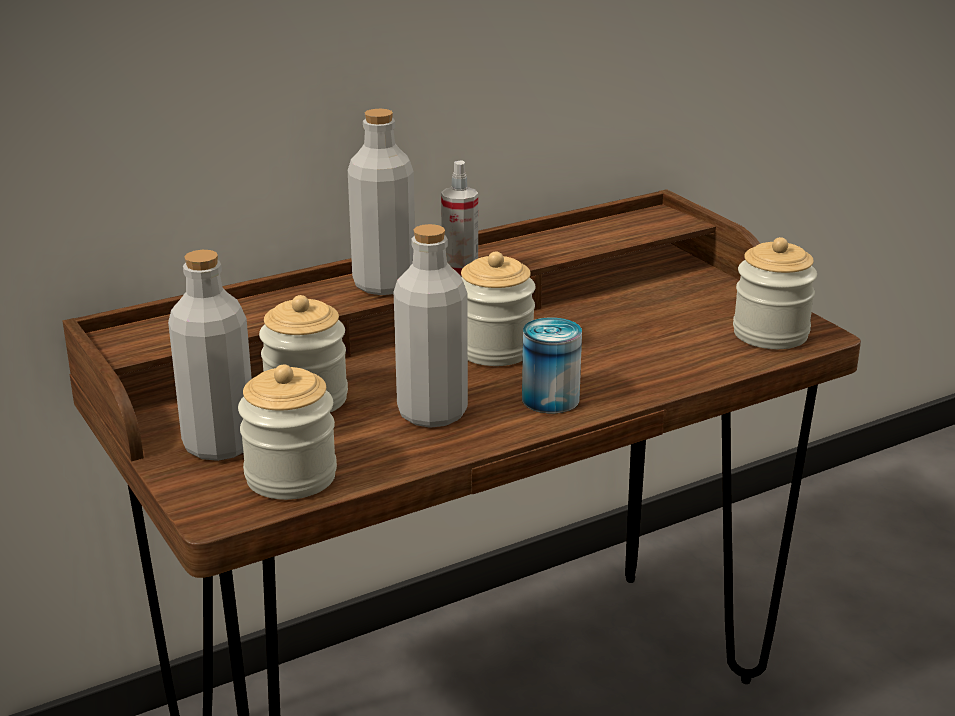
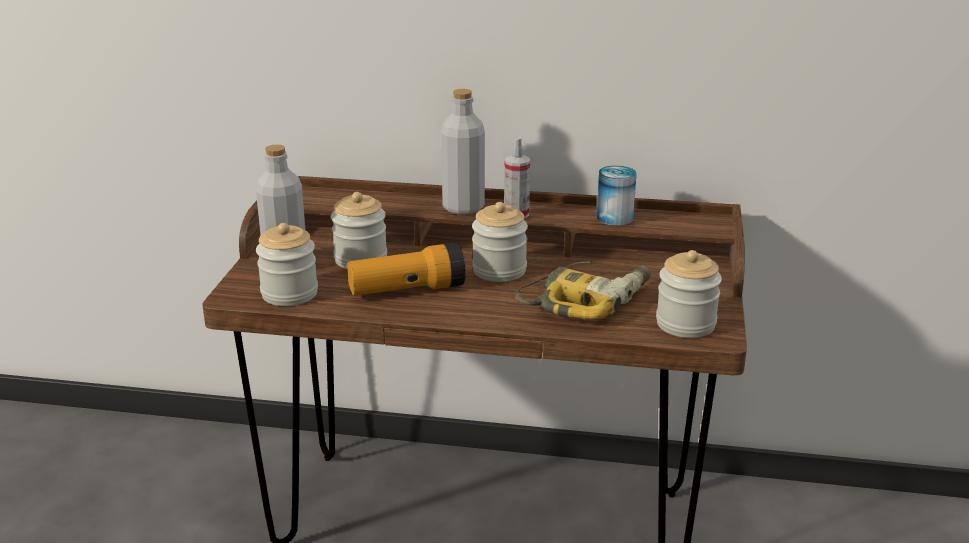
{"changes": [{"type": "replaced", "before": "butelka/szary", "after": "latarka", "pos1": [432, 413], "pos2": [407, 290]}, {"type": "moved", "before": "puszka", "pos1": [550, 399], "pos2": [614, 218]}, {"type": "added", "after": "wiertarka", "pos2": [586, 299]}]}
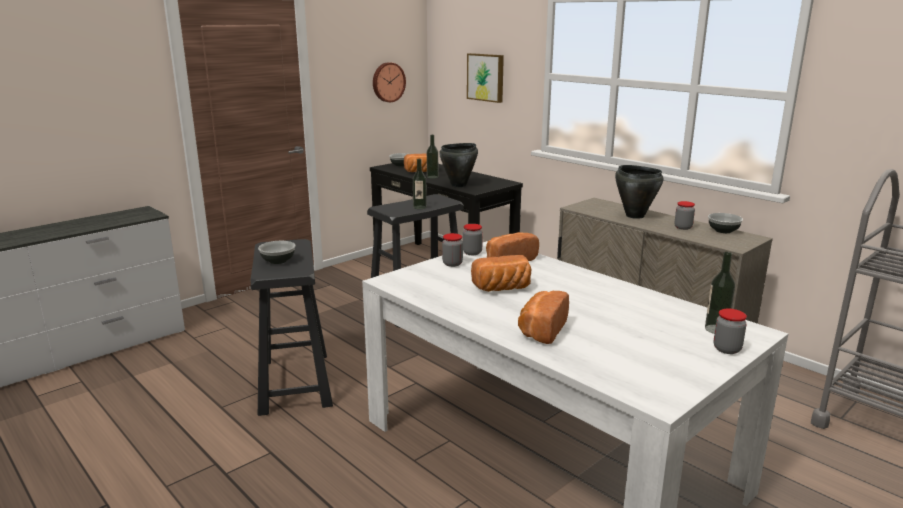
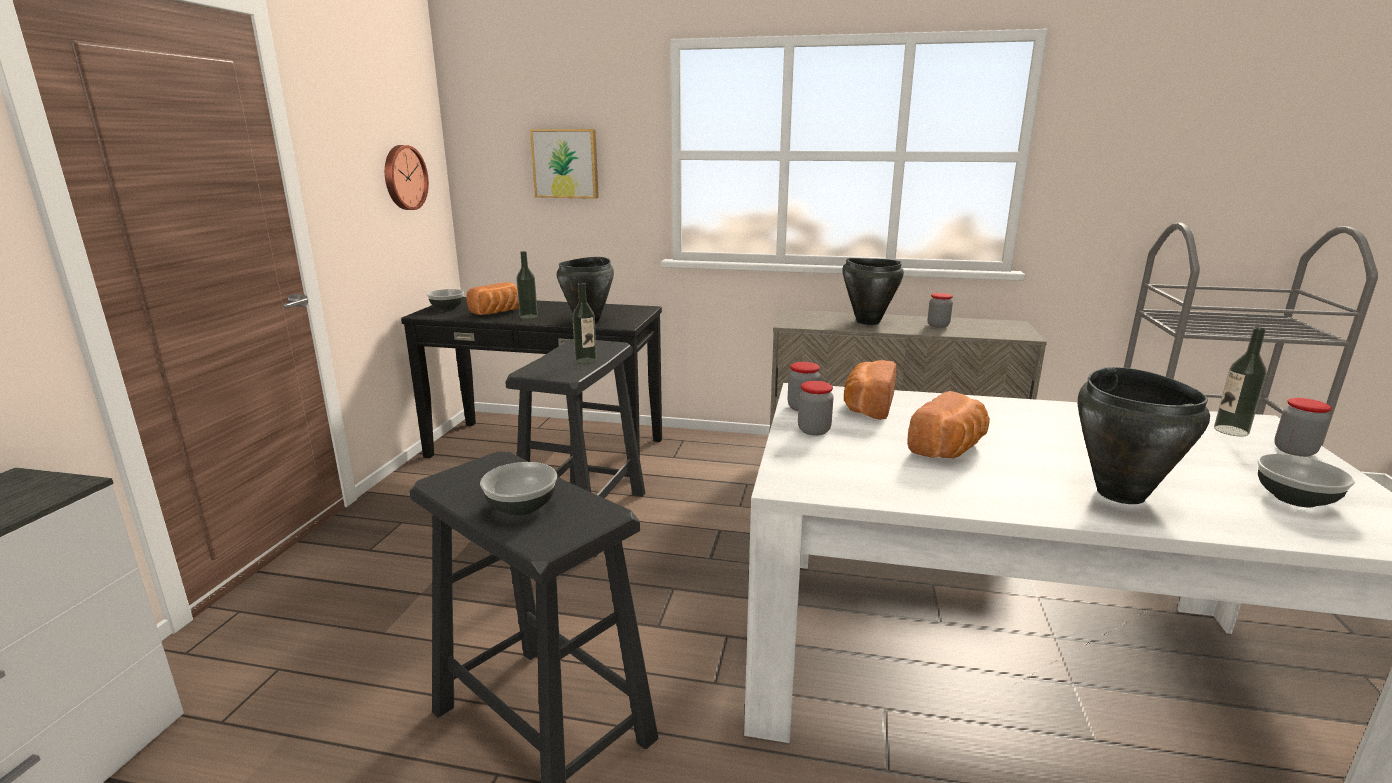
{"changes": [{"type": "moved", "before": "miska", "pos1": [722, 231], "pos2": [1294, 499]}, {"type": "replaced", "before": "chleb", "after": "garnek/czarny", "pos1": [541, 330], "pos2": [1121, 493]}]}
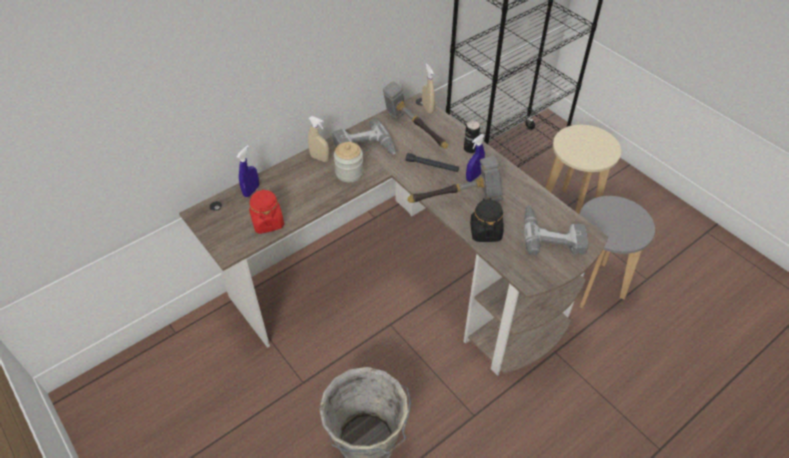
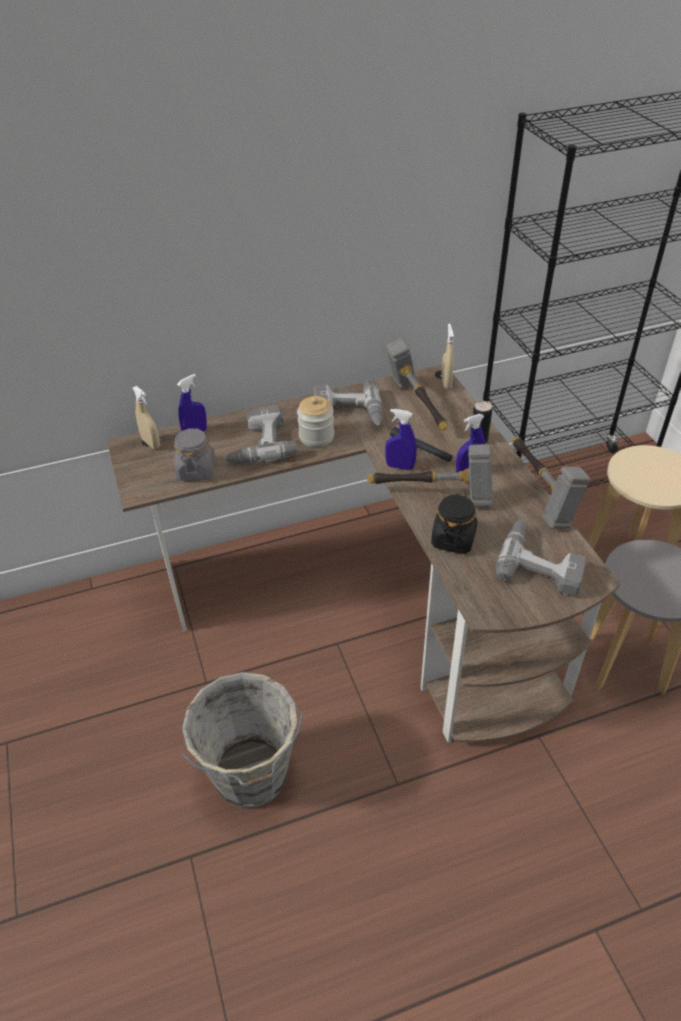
{"changes": [{"type": "moved", "before": "spryskiwacz/beżowy", "pos1": [320, 158], "pos2": [151, 443]}, {"type": "recoloured", "before": "słoik/czerwony", "after": "słoik/szary", "pos1": [267, 222], "pos2": [196, 470]}, {"type": "added", "after": "wiertarka", "pos2": [257, 444]}, {"type": "added", "after": "spryskiwacz/niebieski", "pos2": [400, 467]}, {"type": "added", "after": "młotek", "pos2": [540, 492]}]}
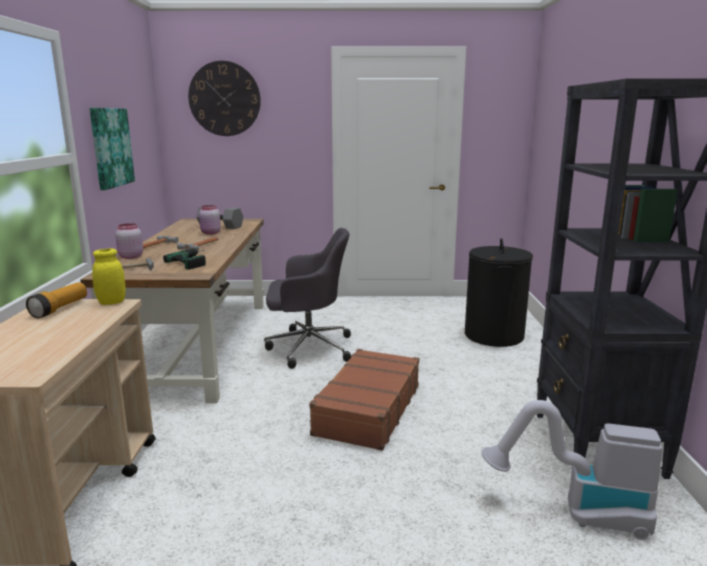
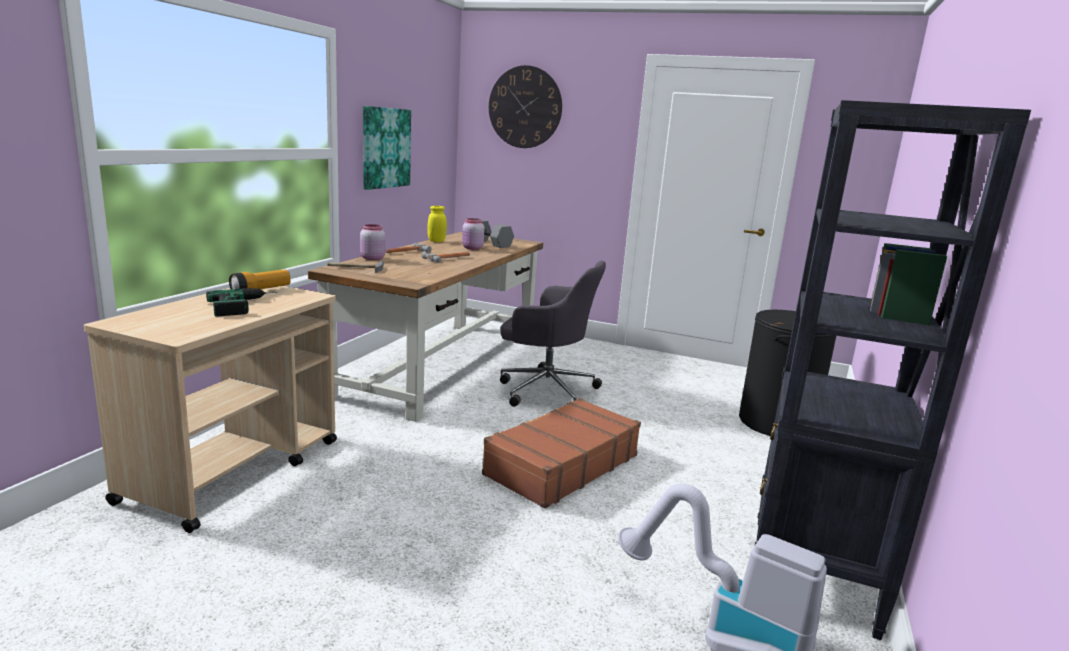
{"changes": [{"type": "moved", "before": "słoik/żółty", "pos1": [111, 302], "pos2": [436, 241]}, {"type": "moved", "before": "wiertarka", "pos1": [195, 261], "pos2": [246, 306]}]}
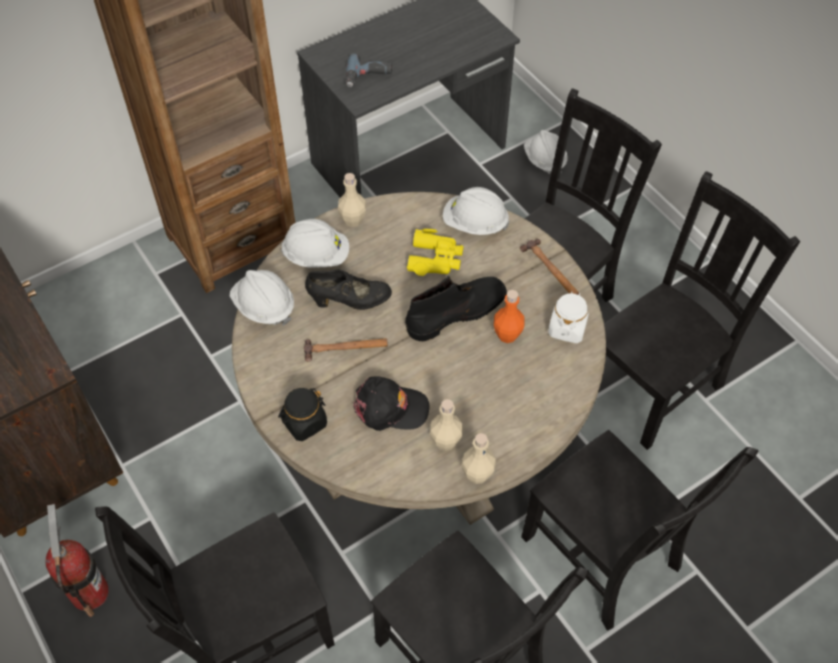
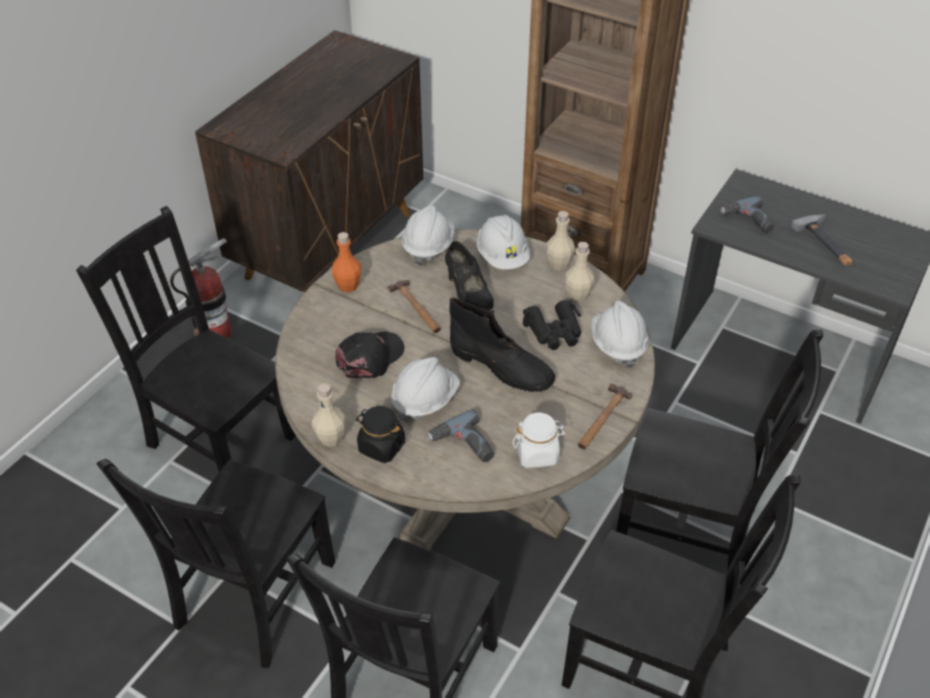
{"changes": [{"type": "moved", "before": "kask/biały", "pos1": [544, 160], "pos2": [425, 400]}, {"type": "recoloured", "before": "lornetka/żółty", "after": "lornetka/czarny", "pos1": [435, 259], "pos2": [554, 332]}, {"type": "moved", "before": "butelka/pomarańczowy", "pos1": [507, 335], "pos2": [348, 286]}, {"type": "turned", "before": "czapka z daszkiem/czarny", "pos1": [390, 408], "pos2": [370, 358], "turn": -120}, {"type": "moved", "before": "słoik/czarny", "pos1": [304, 423], "pos2": [381, 447]}, {"type": "moved", "before": "butelka/beżowy", "pos1": [445, 441], "pos2": [577, 295]}, {"type": "added", "after": "młotek", "pos2": [827, 243]}, {"type": "added", "after": "wiertarka", "pos2": [462, 446]}]}
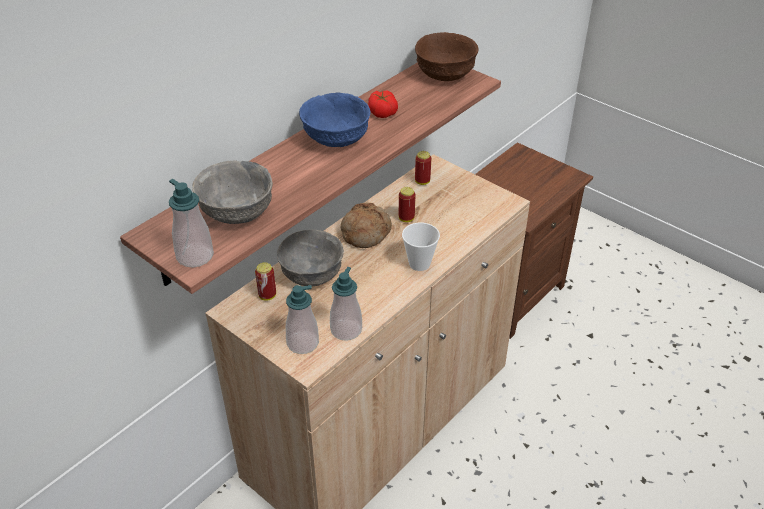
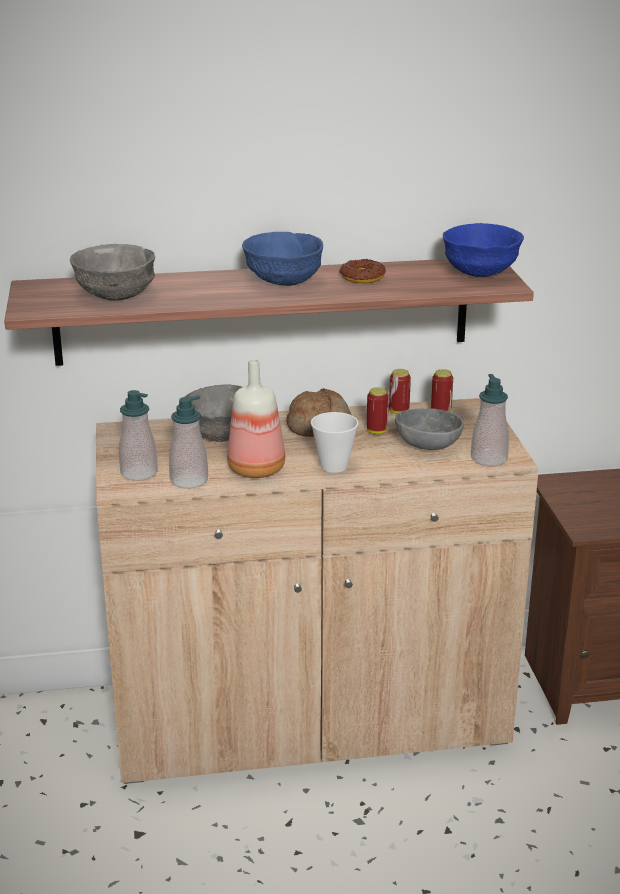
{"changes": [{"type": "recoloured", "before": "miska/brązowy", "after": "miska/niebieski", "pos1": [446, 74], "pos2": [481, 272]}, {"type": "replaced", "before": "pomidor", "after": "donut", "pos1": [382, 112], "pos2": [362, 277]}, {"type": "moved", "before": "dozownik mydła", "pos1": [195, 256], "pos2": [488, 459]}, {"type": "moved", "before": "puszka", "pos1": [267, 296], "pos2": [399, 411]}, {"type": "added", "after": "butelka", "pos2": [256, 468]}, {"type": "added", "after": "miska/szary", "pos2": [428, 444]}]}
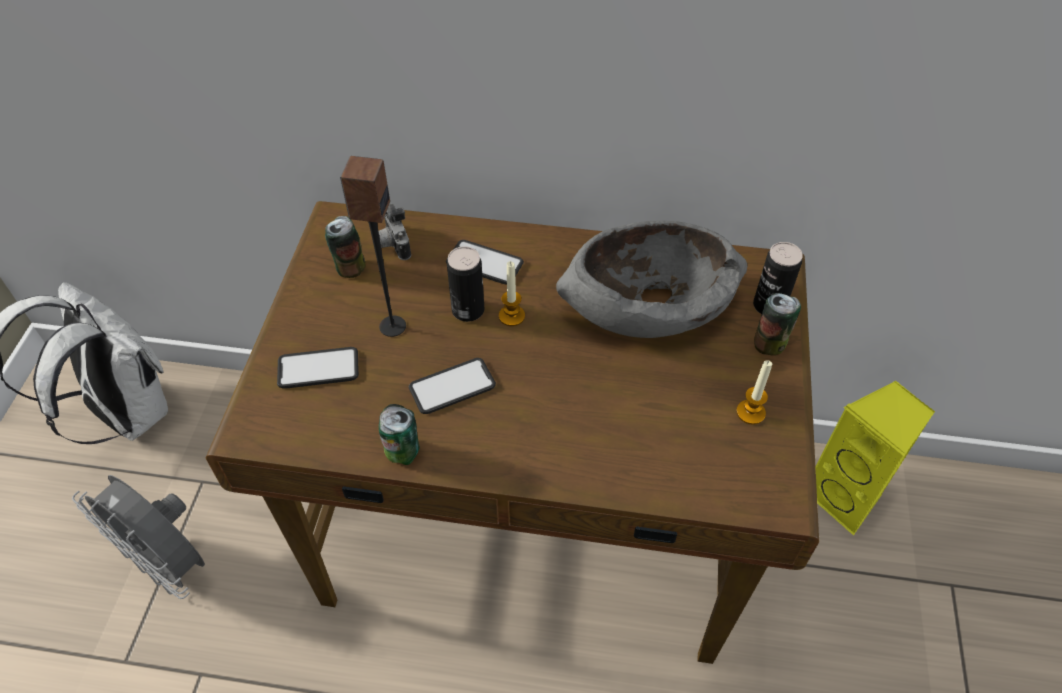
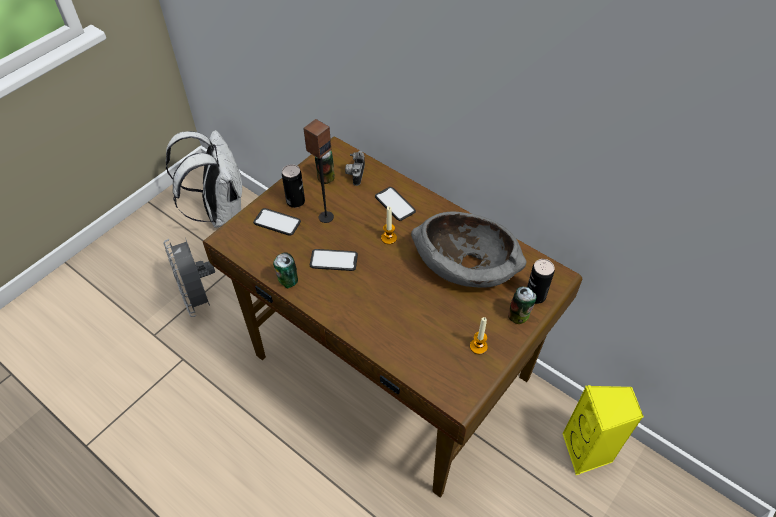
{"changes": [{"type": "moved", "before": "puszka", "pos1": [468, 310], "pos2": [295, 201]}]}
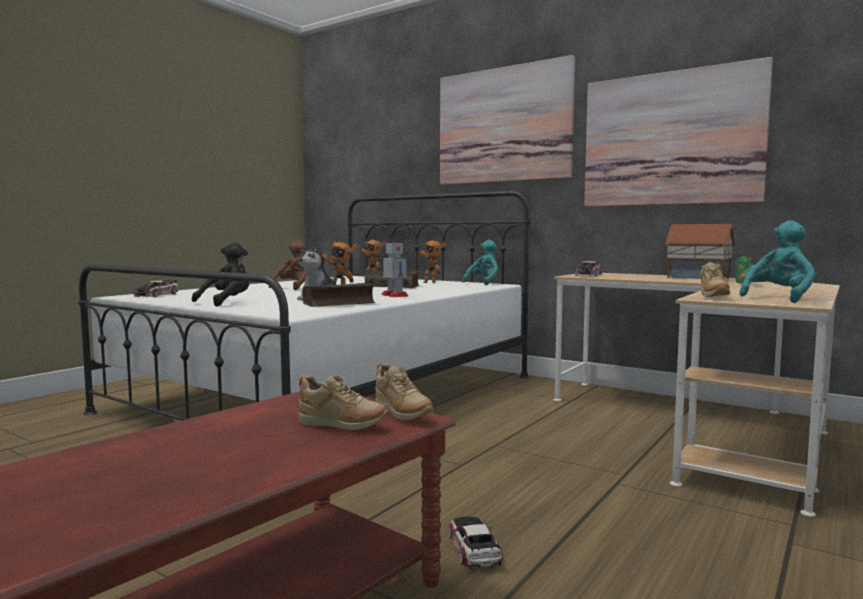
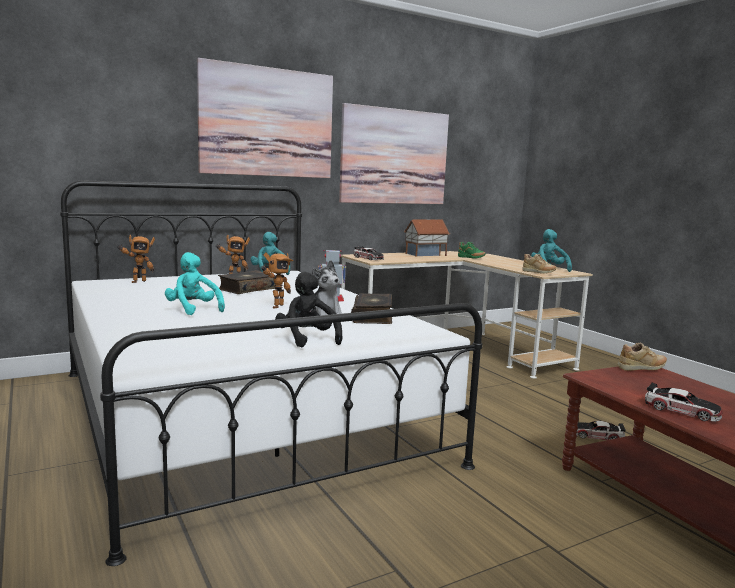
{"changes": [{"type": "recoloured", "before": "pluszak/brązowy", "after": "pluszak/turkusowy", "pos1": [293, 288], "pos2": [193, 310]}, {"type": "moved", "before": "samochodzik", "pos1": [156, 295], "pos2": [681, 410]}, {"type": "removed", "before": "but/beżowy", "pos1": [342, 426]}]}
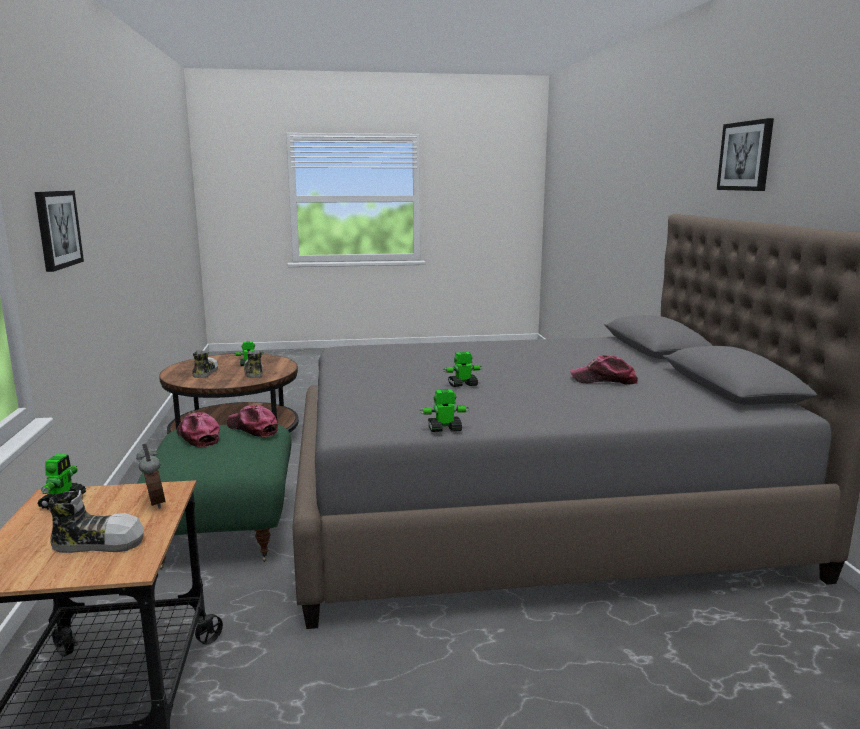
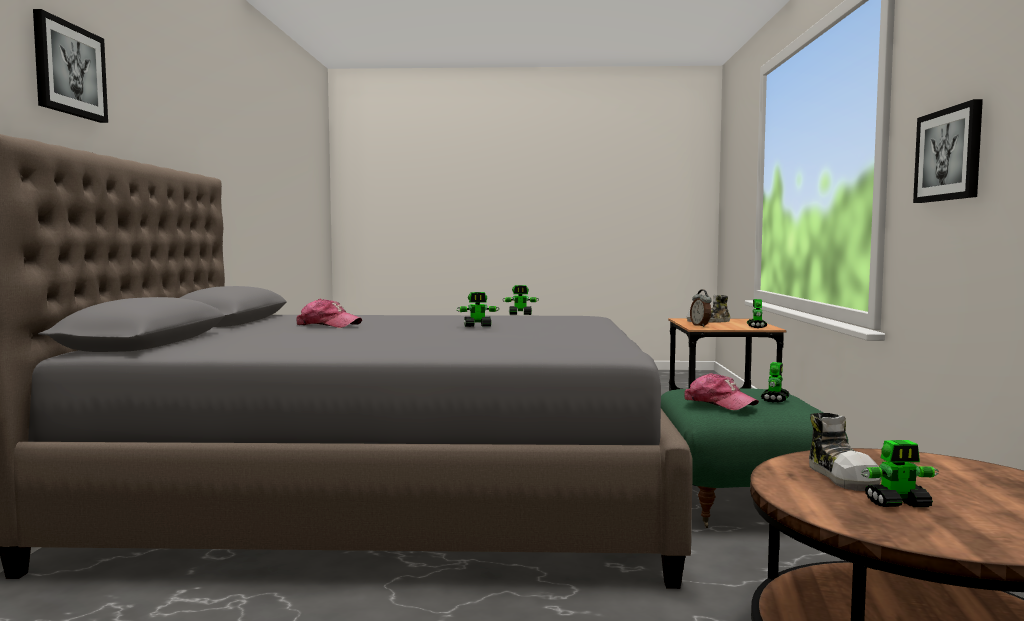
{"changes": [{"type": "removed", "before": "but", "pos1": [204, 373]}, {"type": "replaced", "before": "czapka z daszkiem", "after": "robot zabawkowy", "pos1": [197, 437], "pos2": [775, 400]}]}
